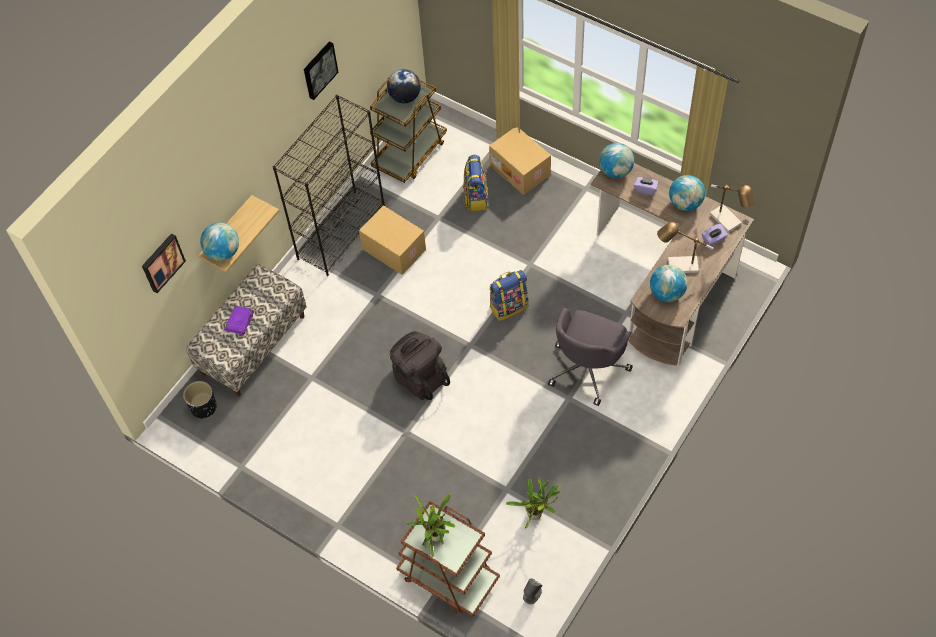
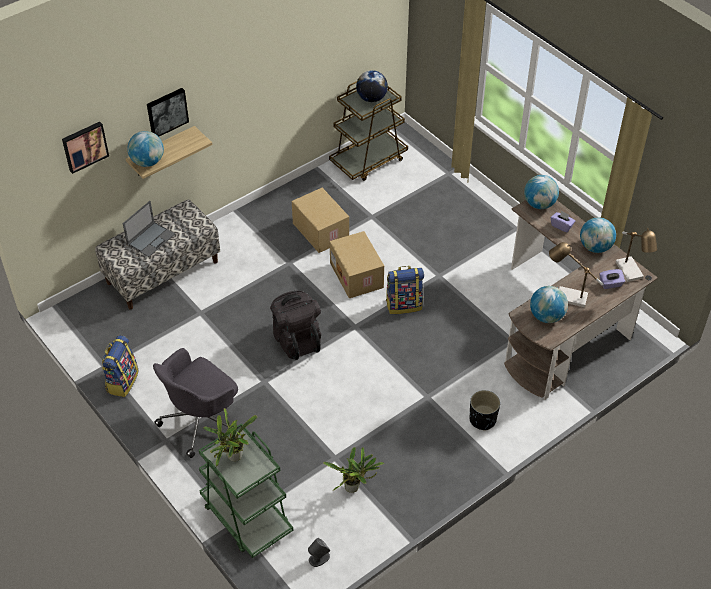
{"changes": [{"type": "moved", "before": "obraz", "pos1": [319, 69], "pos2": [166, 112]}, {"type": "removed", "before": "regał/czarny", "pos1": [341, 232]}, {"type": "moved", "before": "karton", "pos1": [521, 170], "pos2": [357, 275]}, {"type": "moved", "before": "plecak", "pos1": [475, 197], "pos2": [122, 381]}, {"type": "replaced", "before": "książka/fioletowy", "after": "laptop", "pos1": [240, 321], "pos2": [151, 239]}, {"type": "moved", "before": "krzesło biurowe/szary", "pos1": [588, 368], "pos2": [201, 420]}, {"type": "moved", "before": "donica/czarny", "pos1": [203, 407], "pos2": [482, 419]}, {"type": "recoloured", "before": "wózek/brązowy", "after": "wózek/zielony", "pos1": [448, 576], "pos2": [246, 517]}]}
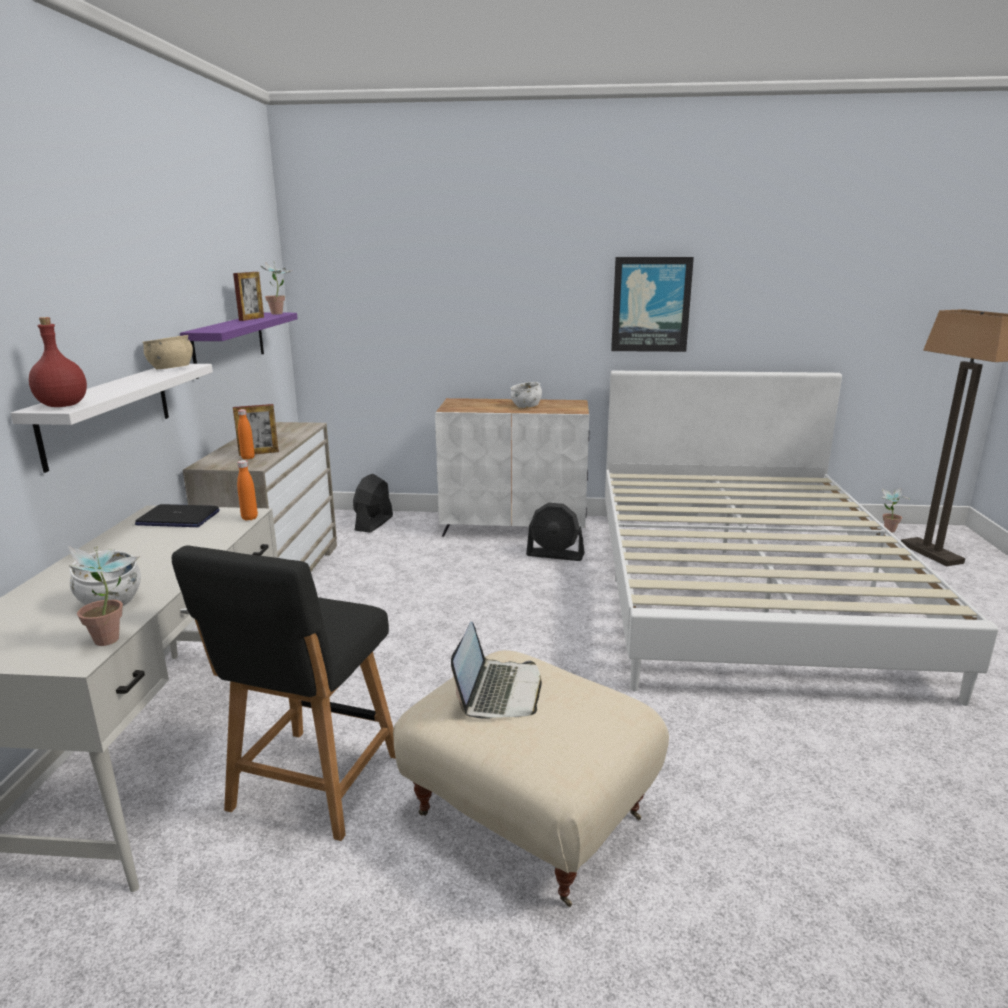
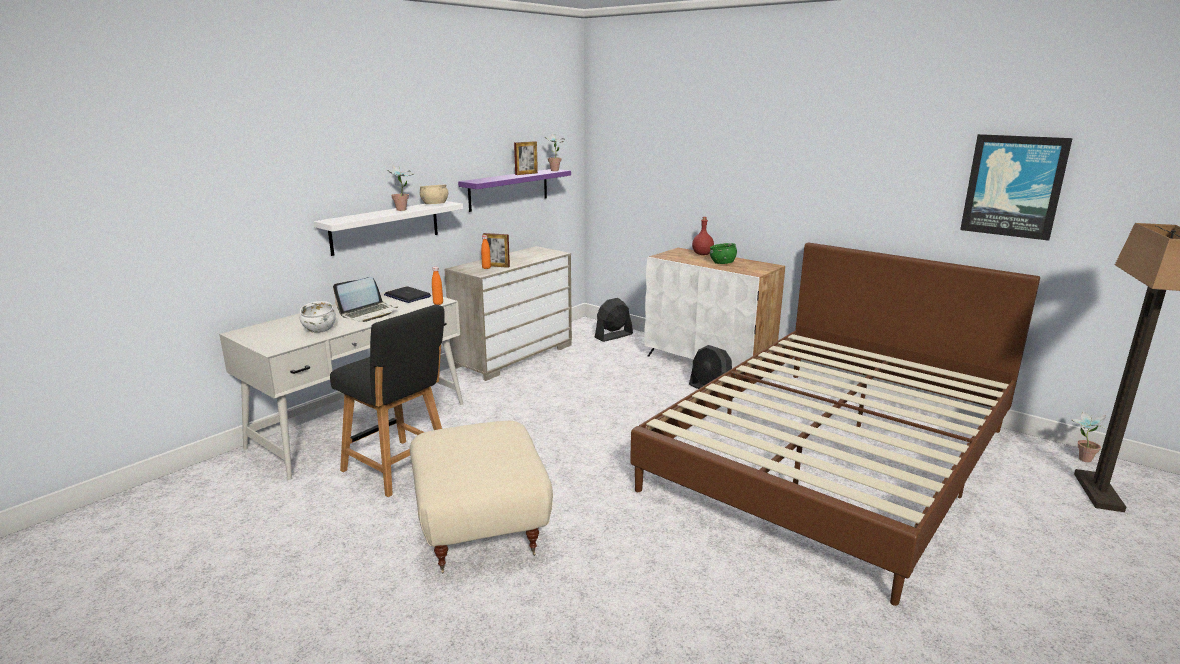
{"changes": [{"type": "moved", "before": "obraz", "pos1": [651, 304], "pos2": [1013, 186]}, {"type": "moved", "before": "butelka/czerwony", "pos1": [62, 406], "pos2": [702, 254]}, {"type": "recoloured", "before": "łóżko/biały", "after": "łóżko/brązowy", "pos1": [743, 587], "pos2": [833, 458]}, {"type": "recoloured", "before": "miska/biały", "after": "miska/zielony", "pos1": [526, 406], "pos2": [722, 263]}, {"type": "moved", "before": "roślina doniczkowa", "pos1": [114, 641], "pos2": [403, 210]}, {"type": "turned", "before": "krzesło/czarny", "pos1": [311, 787], "pos2": [399, 469], "turn": -105}, {"type": "moved", "before": "laptop", "pos1": [499, 691], "pos2": [369, 313]}]}
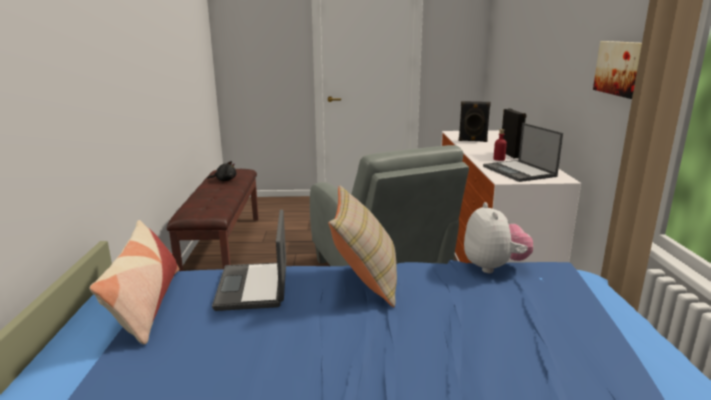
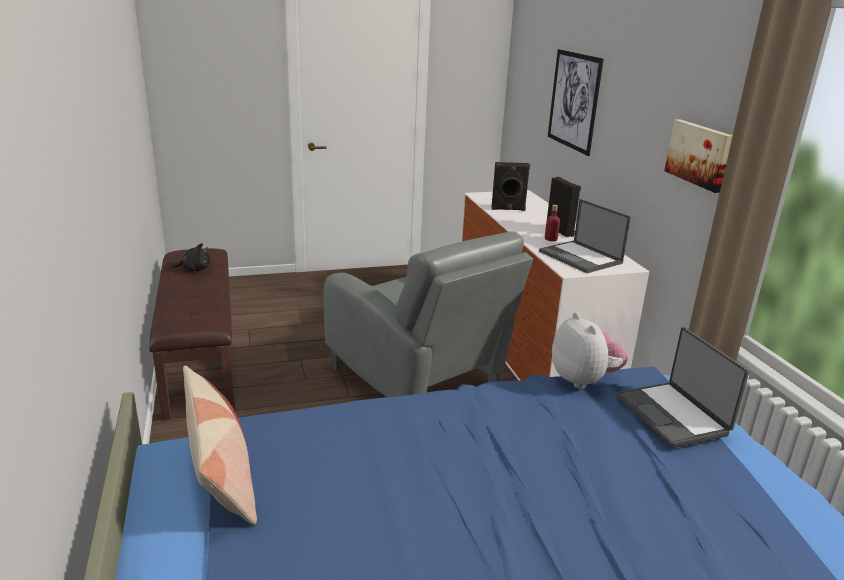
{"changes": [{"type": "removed", "before": "poduszka/beżowy", "pos1": [365, 281]}, {"type": "moved", "before": "laptop", "pos1": [254, 287], "pos2": [673, 415]}, {"type": "added", "after": "obraz", "pos2": [574, 100]}]}
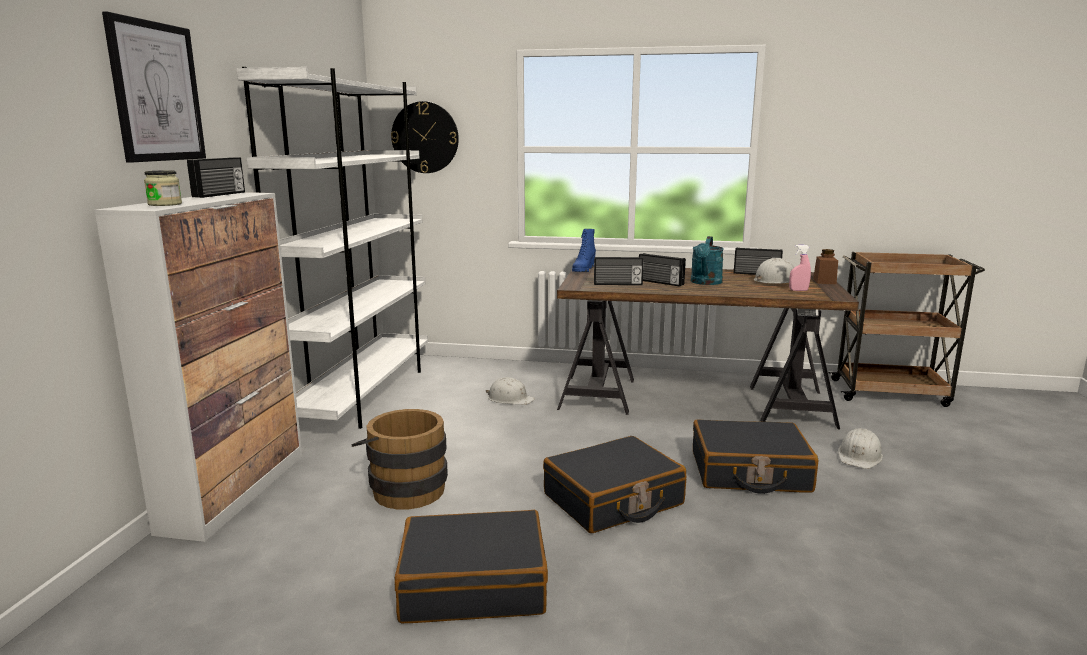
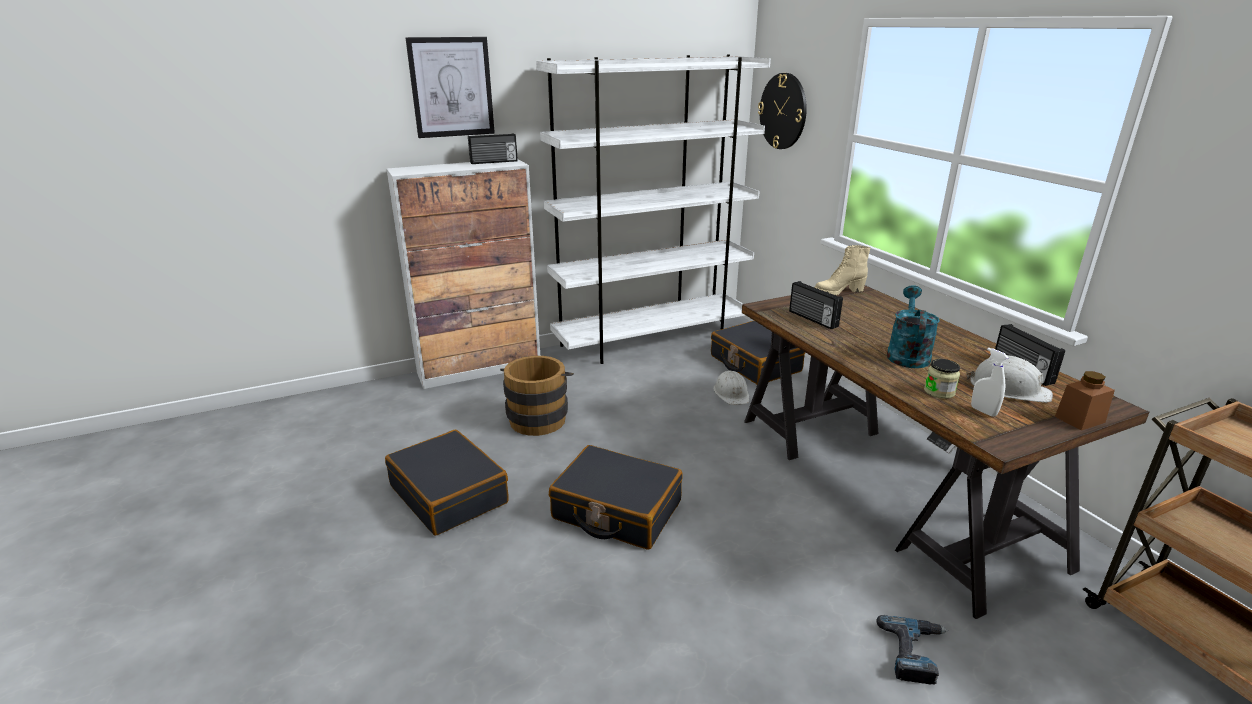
{"changes": [{"type": "moved", "before": "słoik", "pos1": [165, 204], "pos2": [939, 392]}, {"type": "recoloured", "before": "but z cholewką/niebieski", "after": "but z cholewką/beżowy", "pos1": [583, 270], "pos2": [838, 292]}, {"type": "turned", "before": "konewka/turkusowy", "pos1": [705, 283], "pos2": [907, 354], "turn": 120}, {"type": "recoloured", "before": "spryskiwacz/różowy", "after": "spryskiwacz/biały", "pos1": [798, 290], "pos2": [983, 411]}, {"type": "removed", "before": "radio", "pos1": [660, 282]}, {"type": "moved", "before": "walizka/czarny", "pos1": [749, 472], "pos2": [754, 364]}, {"type": "replaced", "before": "kask/biały", "after": "wiertarka", "pos1": [859, 456], "pos2": [915, 653]}]}
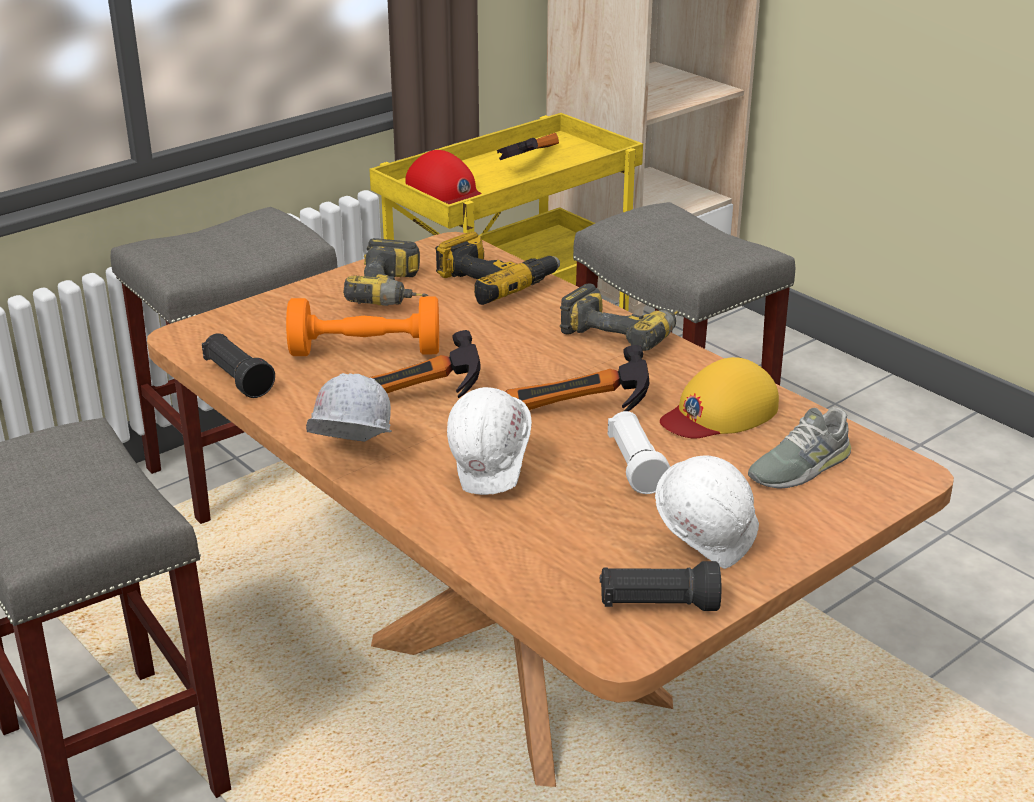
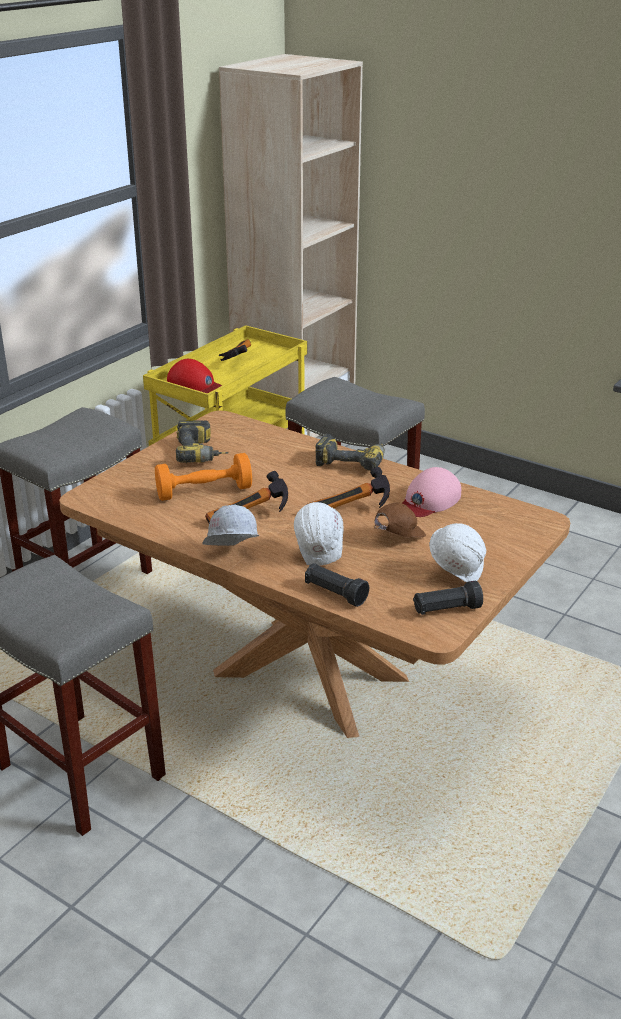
{"changes": [{"type": "removed", "before": "wiertarka", "pos1": [495, 282]}, {"type": "moved", "before": "latarka/czarny", "pos1": [238, 379], "pos2": [335, 594]}, {"type": "recoloured", "before": "czapka z daszkiem/żółty", "after": "czapka z daszkiem/różowy", "pos1": [719, 413], "pos2": [429, 500]}, {"type": "removed", "before": "but/szary", "pos1": [799, 466]}, {"type": "replaced", "before": "latarka/biały", "after": "czapka z daszkiem/brązowy", "pos1": [635, 467], "pos2": [397, 537]}]}
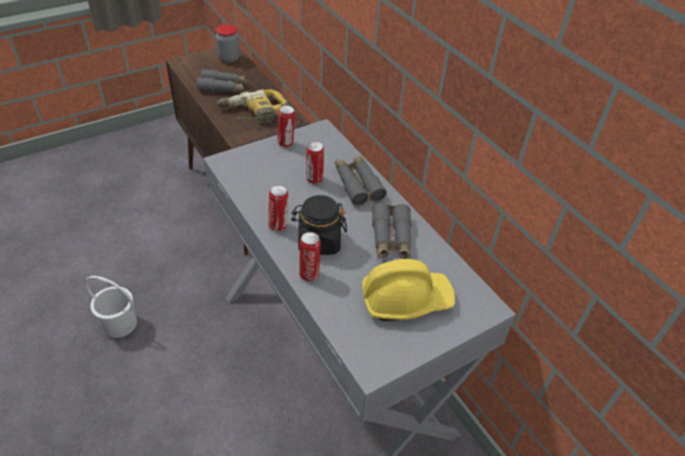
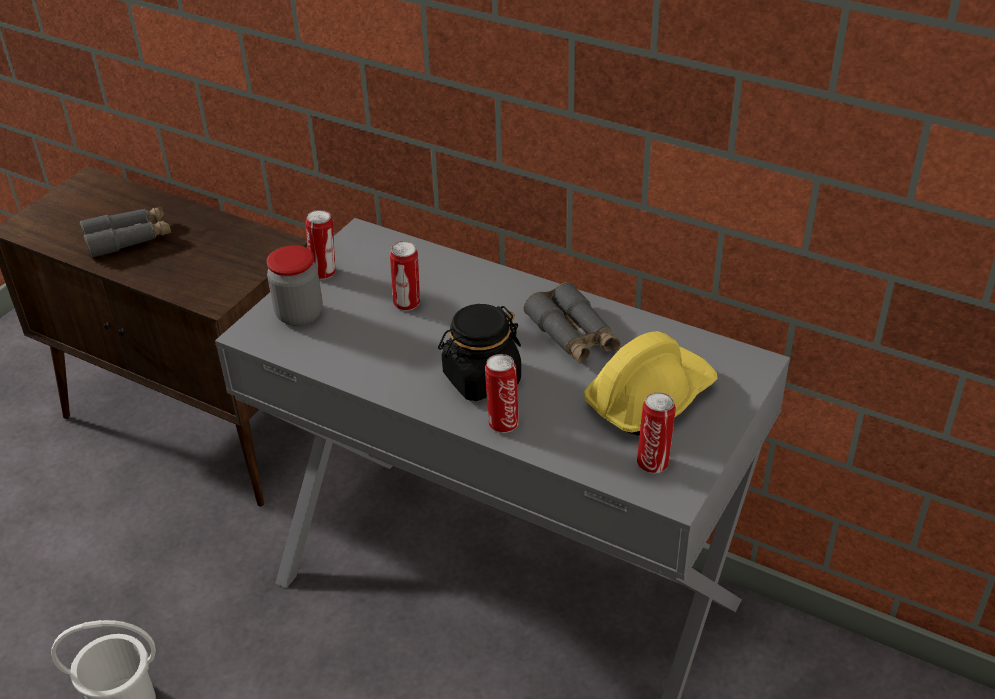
{"changes": [{"type": "moved", "before": "słoik", "pos1": [229, 58], "pos2": [299, 314]}, {"type": "removed", "before": "wiertarka", "pos1": [257, 114]}, {"type": "removed", "before": "lornetka/szary", "pos1": [357, 184]}, {"type": "moved", "before": "puszka", "pos1": [278, 225], "pos2": [653, 462]}]}
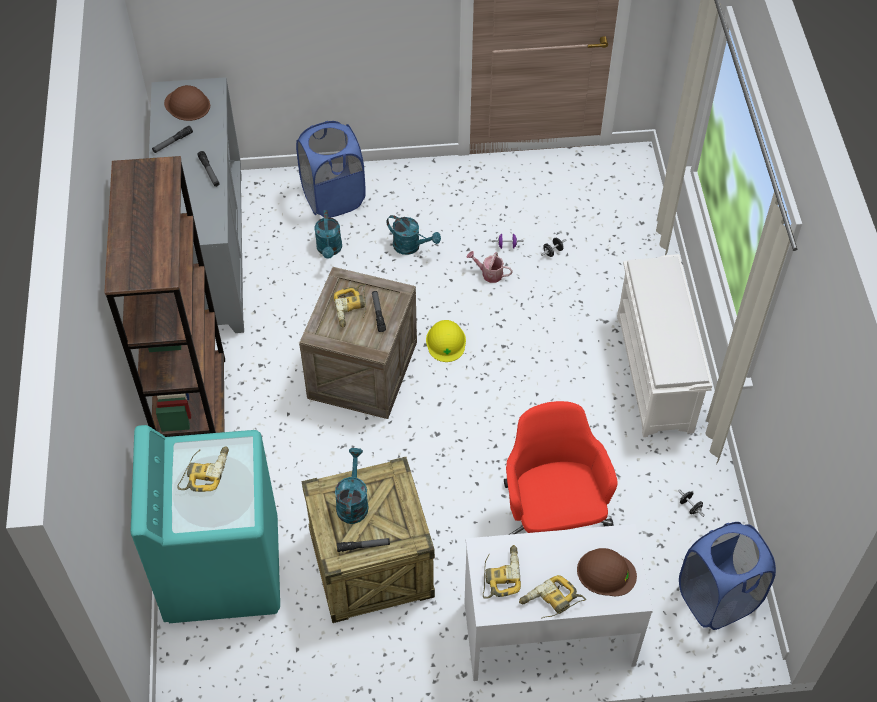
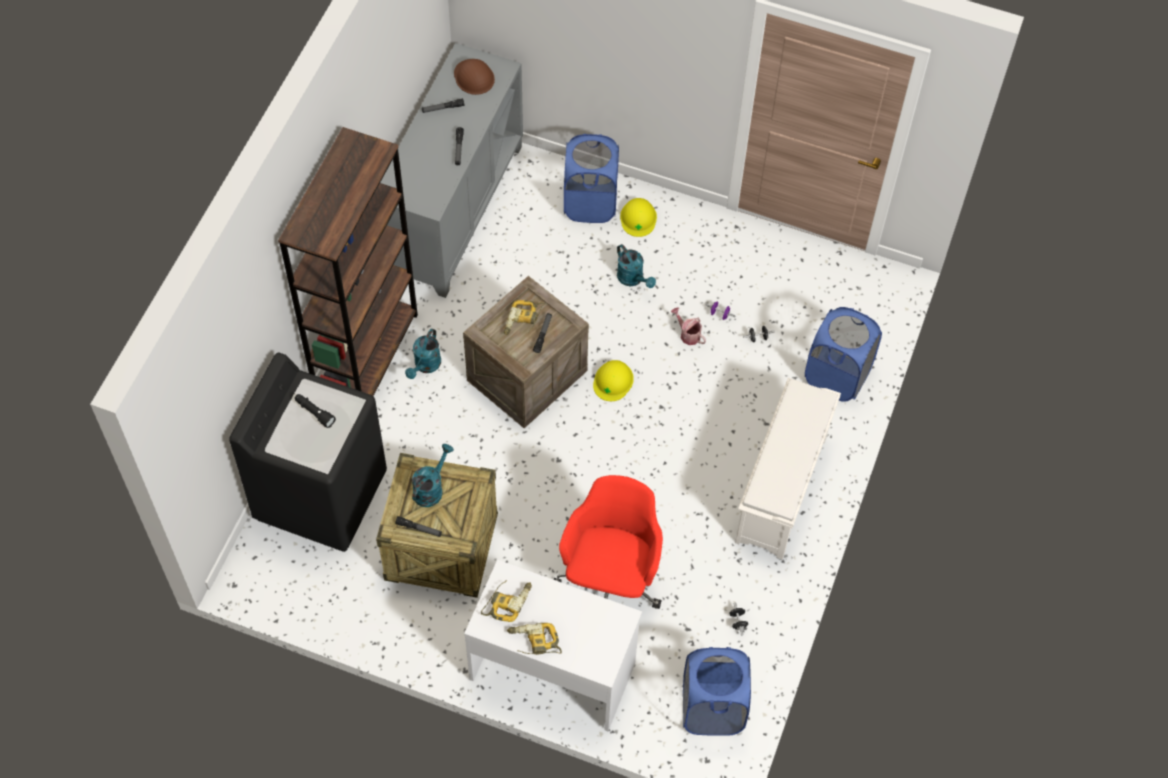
{"changes": [{"type": "moved", "before": "konewka/turkusowy", "pos1": [329, 250], "pos2": [425, 366]}, {"type": "recoloured", "before": "pralka/turkusowy", "after": "pralka/czarny", "pos1": [222, 568], "pos2": [321, 495]}, {"type": "replaced", "before": "wiertarka", "after": "latarka/czarny", "pos1": [205, 471], "pos2": [314, 412]}, {"type": "removed", "before": "kask/brązowy", "pos1": [606, 572]}, {"type": "added", "after": "kask/żółty", "pos2": [638, 218]}, {"type": "added", "after": "kosz na pranie/niebieski", "pos2": [837, 376]}]}
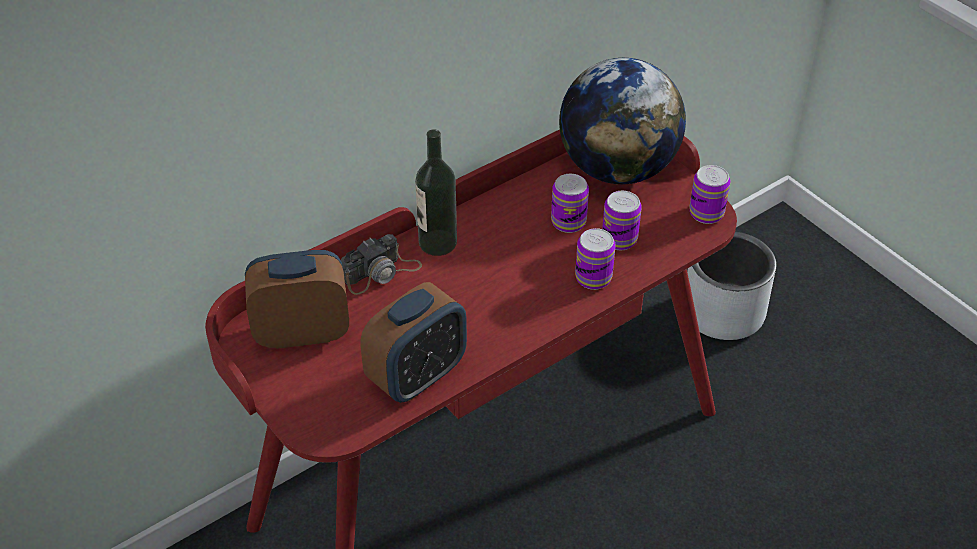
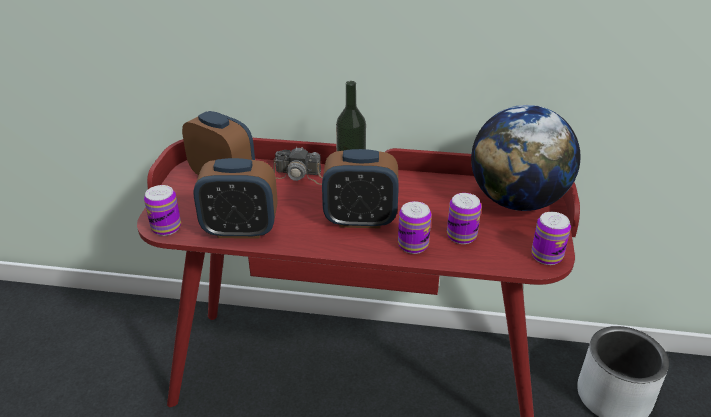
{"changes": [{"type": "moved", "before": "puszka", "pos1": [568, 222], "pos2": [166, 227]}, {"type": "added", "after": "budzik", "pos2": [360, 220]}]}
